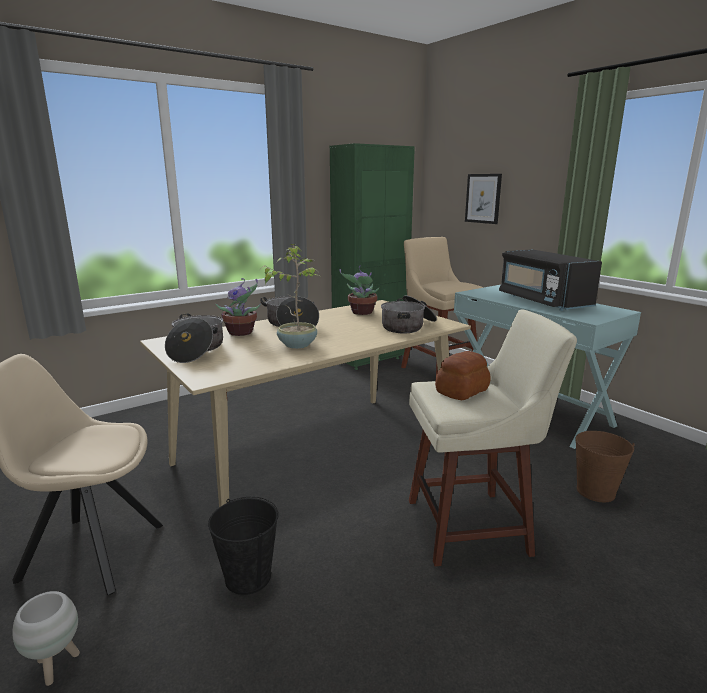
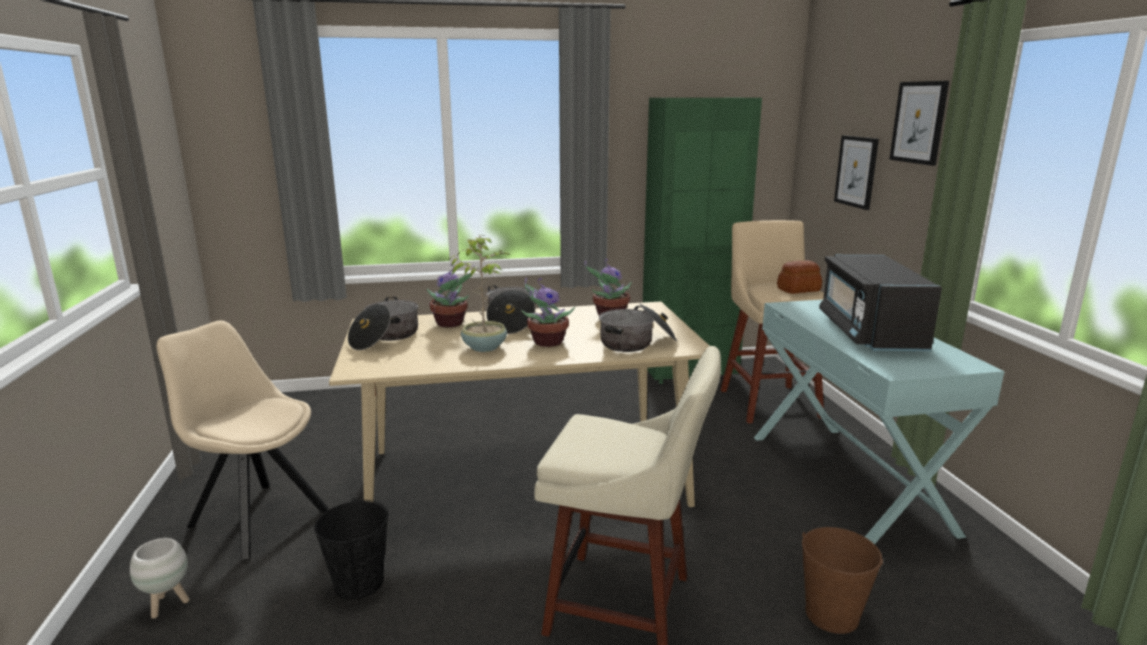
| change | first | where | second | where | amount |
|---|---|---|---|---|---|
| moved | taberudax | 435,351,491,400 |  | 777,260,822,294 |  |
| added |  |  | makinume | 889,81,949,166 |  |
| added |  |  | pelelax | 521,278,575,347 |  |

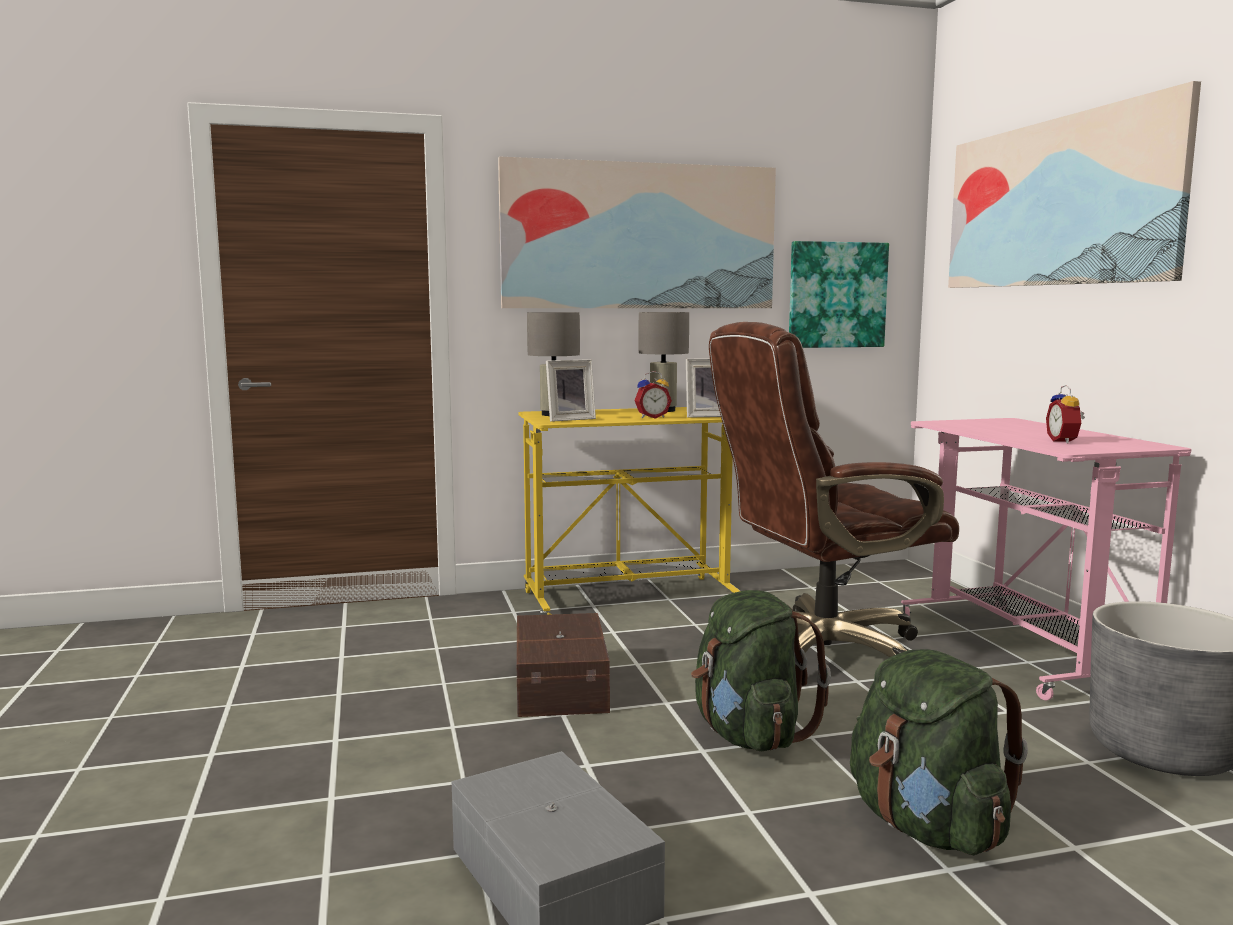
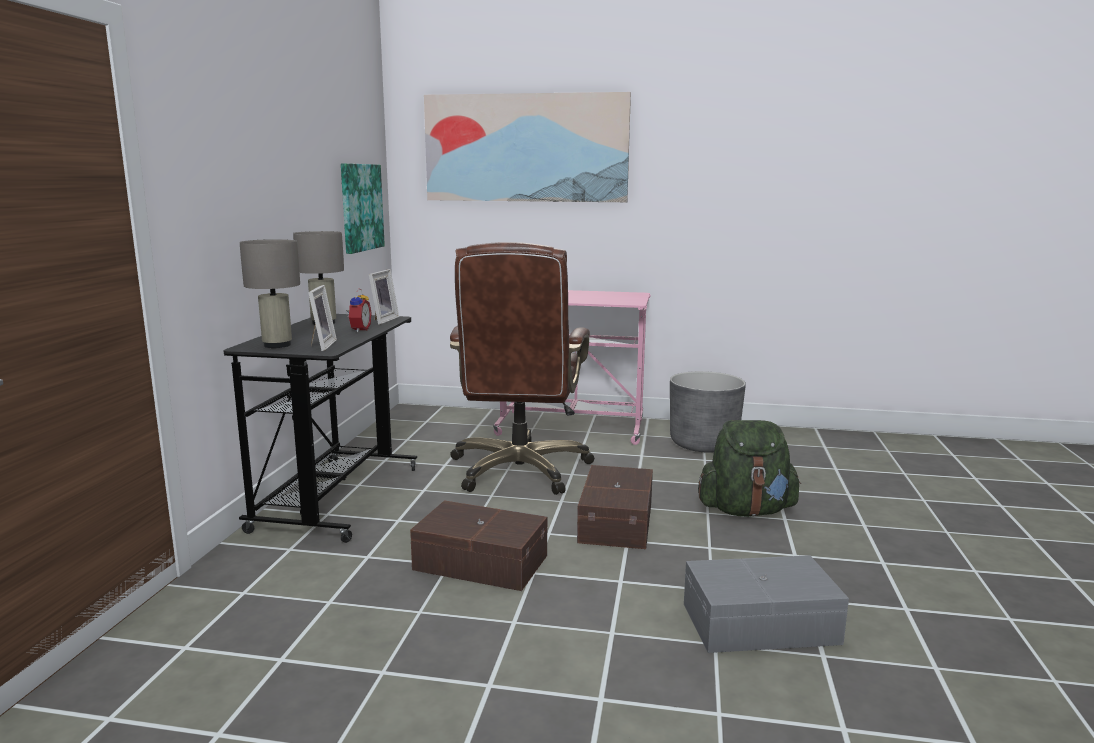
| change | first | where | second | where | amount |
|---|---|---|---|---|---|
| removed | makinume | 498,157,776,308 |  |  |  |
| removed | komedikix | 1046,385,1085,443 |  |  |  |
| recoloured | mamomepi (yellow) | 518,407,740,615 | mamomepi (black) | 223,314,417,543 |  |
| replaced | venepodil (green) | 691,590,831,751 | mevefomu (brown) | 577,465,653,549 |  |

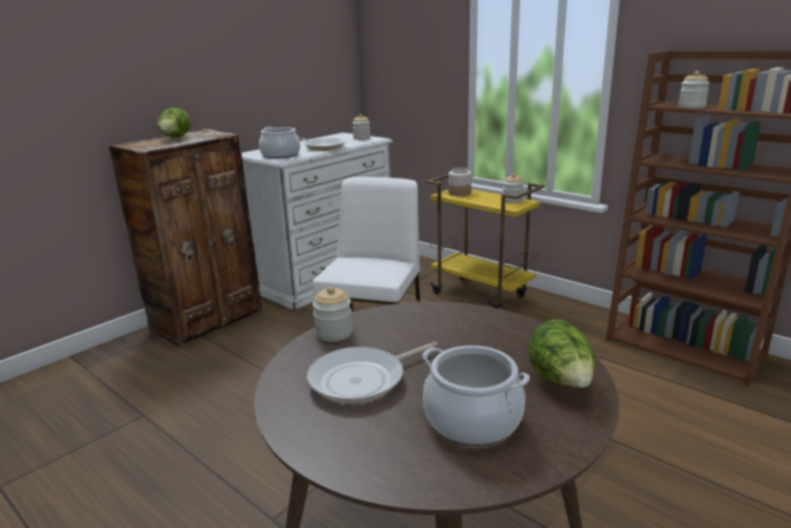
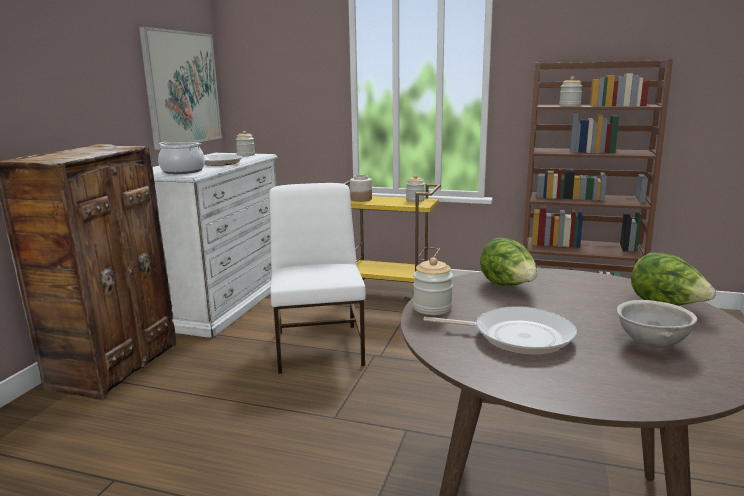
| change | first | where | second | where | amount |
|---|---|---|---|---|---|
| moved | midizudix | 157,107,191,138 |  | 480,238,537,286 |  |
| turned | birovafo | 307,342,437,404 |  | 423,306,577,355 | 105 degrees counterclockwise |
| replaced | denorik | 422,345,530,446 | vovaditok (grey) | 617,300,697,348 |  |
| added |  |  | makinume | 139,27,222,150 |  |

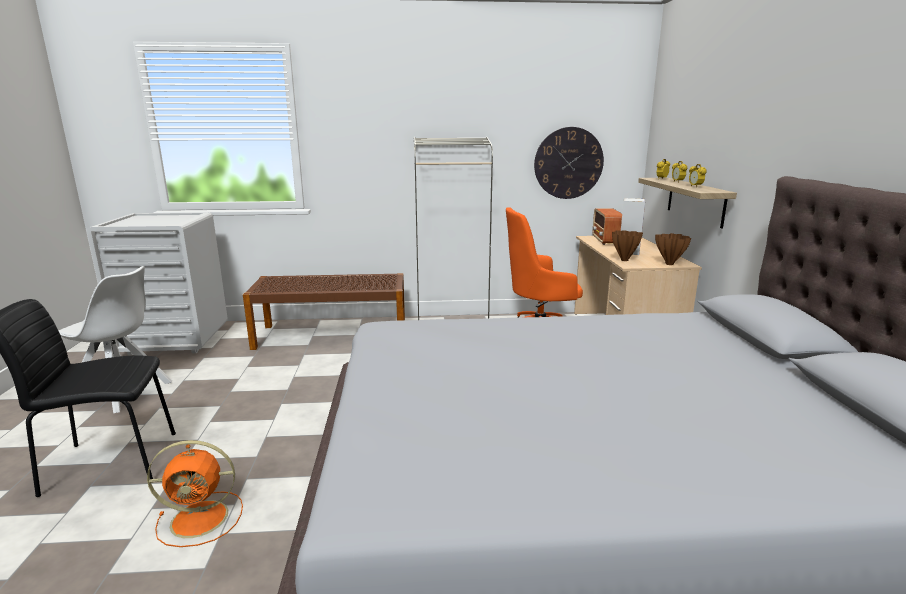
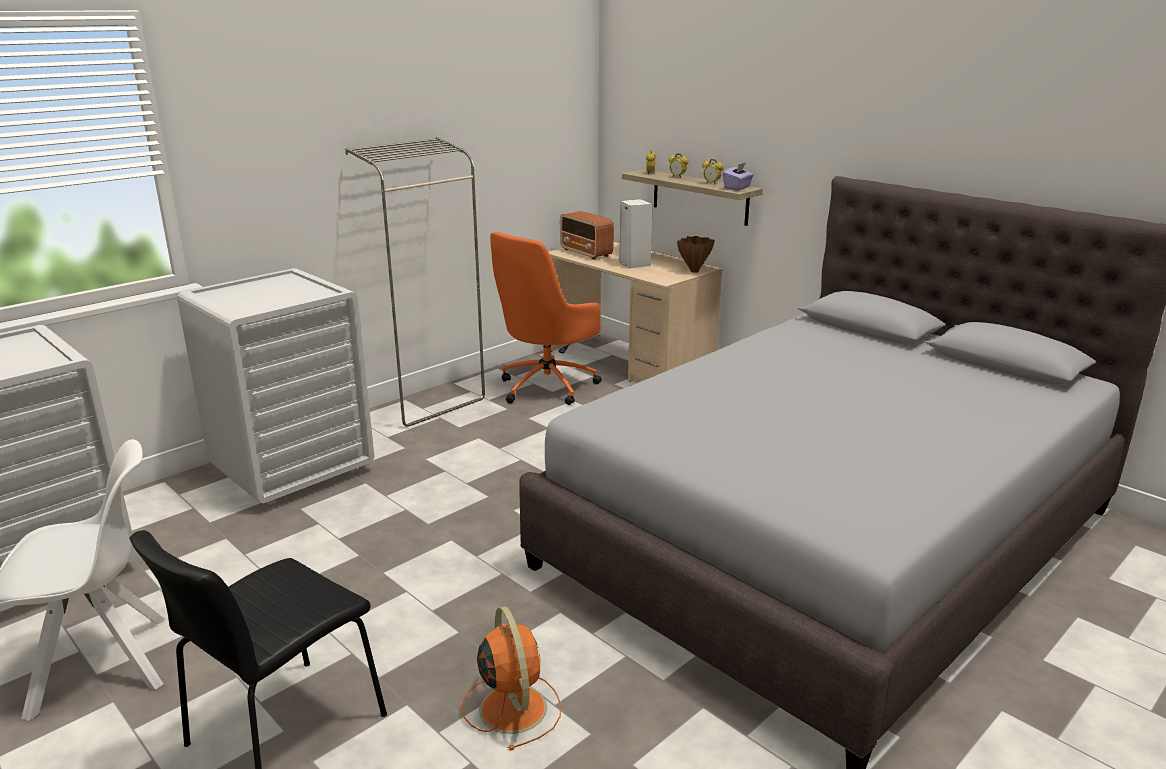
| change | first | where | second | where | amount |
|---|---|---|---|---|---|
| removed | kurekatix | 534,127,604,199 |  |  |  |
| removed | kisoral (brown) | 612,230,643,261 |  |  |  |
| replaced | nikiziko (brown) | 243,273,405,350 | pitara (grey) | 177,268,374,505 |  |
| turned | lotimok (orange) | 147,440,243,547 |  | 461,606,561,751 | 60 degrees counterclockwise |
| added |  |  | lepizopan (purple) | 723,162,754,191 |  |

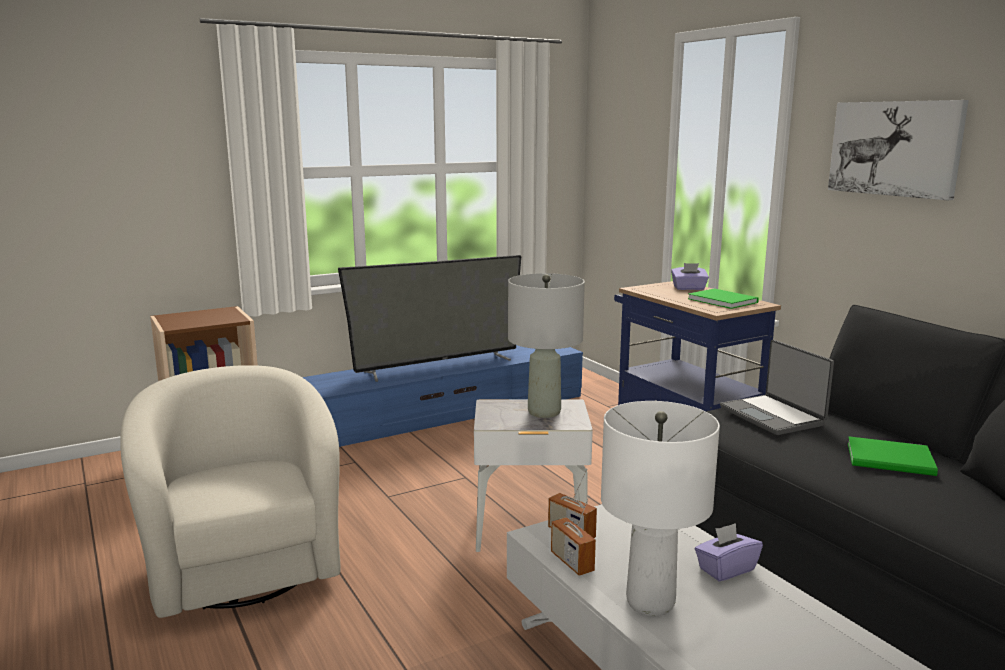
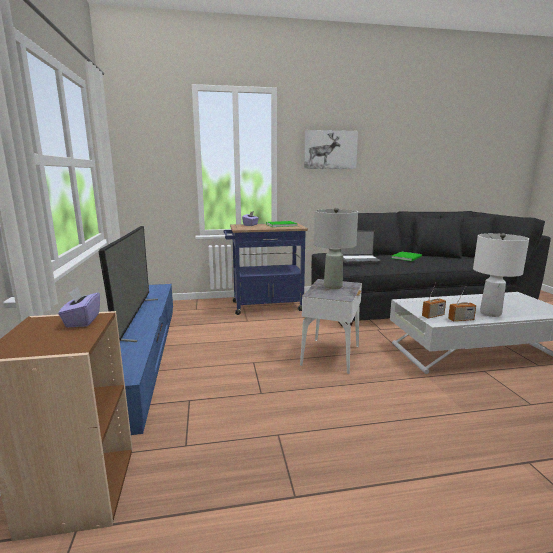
| change | first | where | second | where | amount |
|---|---|---|---|---|---|
| removed | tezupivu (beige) | 120,365,341,618 |  |  |  |
| moved | lepizopan (purple) | 695,523,763,581 |  | 58,287,100,327 |  |

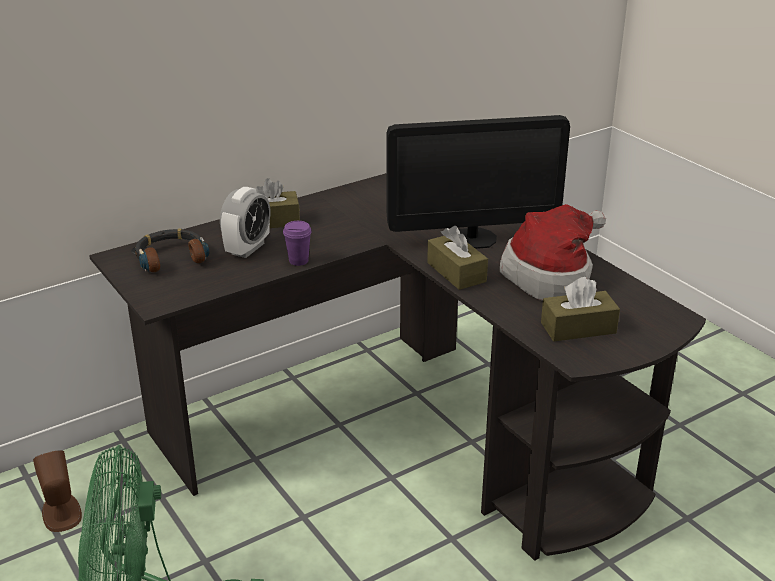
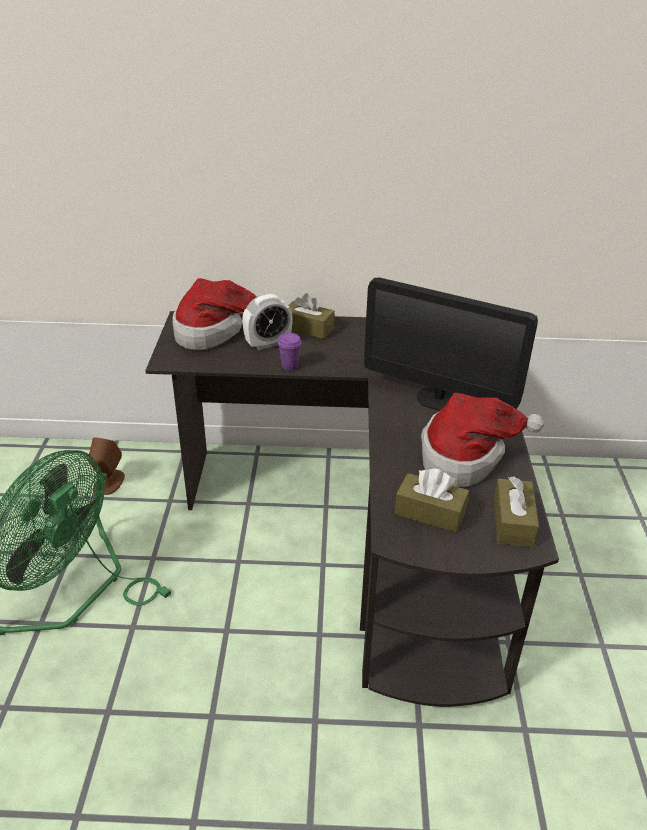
| change | first | where | second | where | amount |
|---|---|---|---|---|---|
| moved | lepizopan (brown) | 427,226,488,290 |  | 494,476,539,547 |  |
| replaced | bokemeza | 135,229,209,272 | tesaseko | 172,278,266,350 |  |

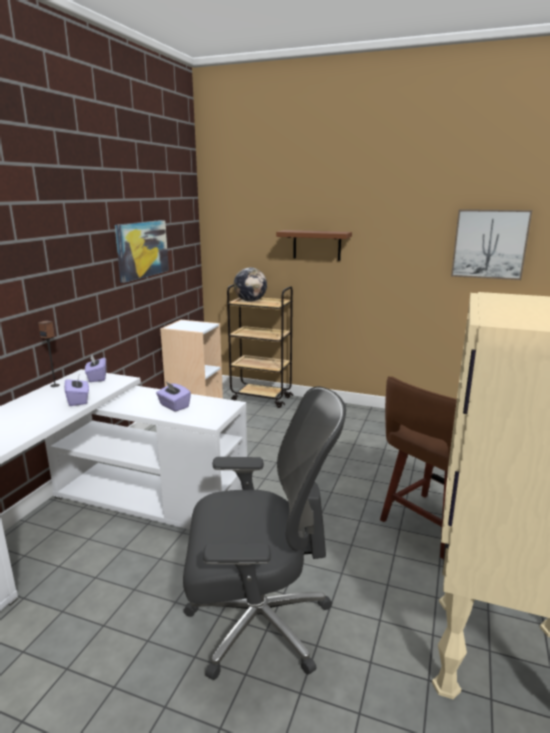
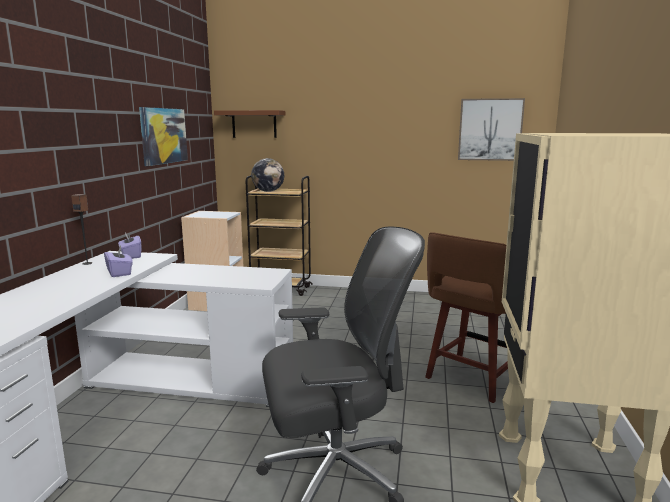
| change | first | where | second | where | amount |
|---|---|---|---|---|---|
| moved | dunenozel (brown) | 276,230,352,261 |  | 214,110,285,138 |  |
| removed | lepizopan (purple) | 156,382,191,412 |  |  |  |

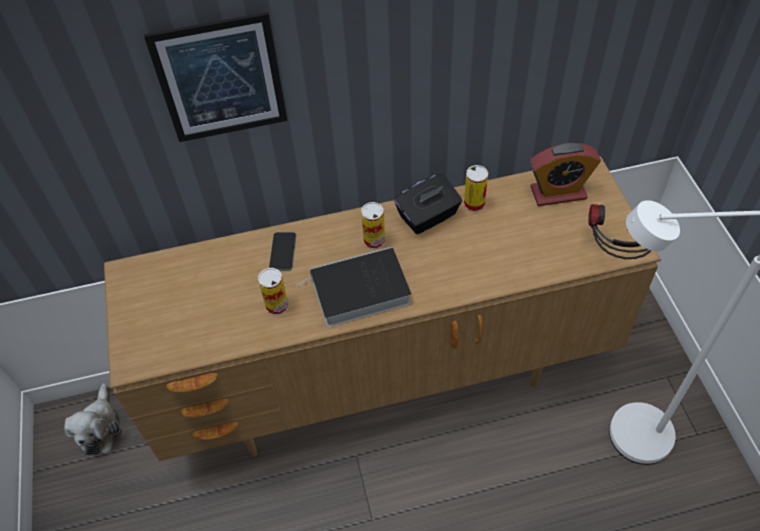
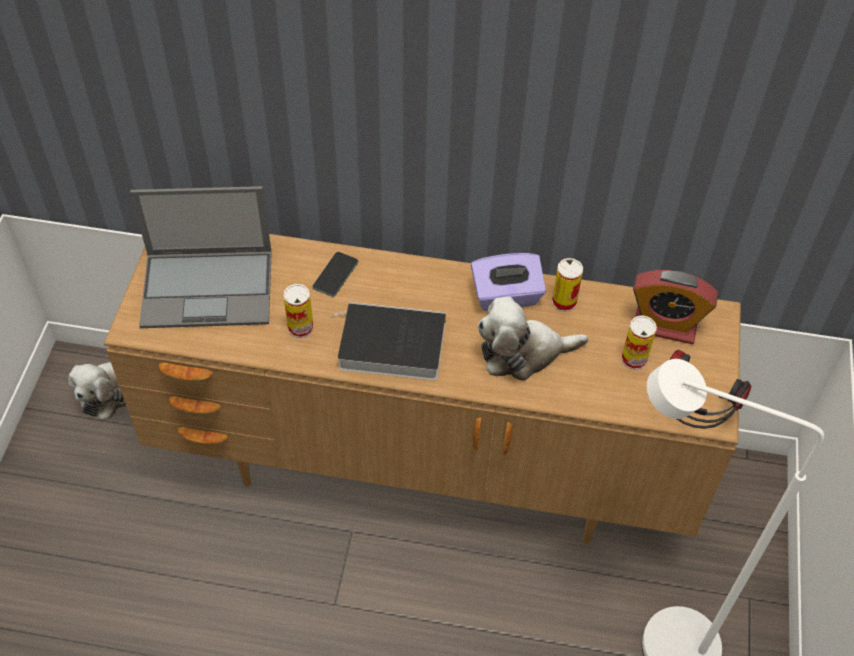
| change | first | where | second | where | amount |
|---|---|---|---|---|---|
| removed | makinume | 144,12,287,142 |  |  |  |
| recoloured | lepizopan (black) | 394,173,462,234 | lepizopan (purple) | 471,253,546,311 |  |
| moved | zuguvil | 361,202,385,250 |  | 621,315,657,370 |  |
| added |  |  | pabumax | 130,186,272,328 |  |
| added |  |  | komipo | 477,297,588,381 |  |

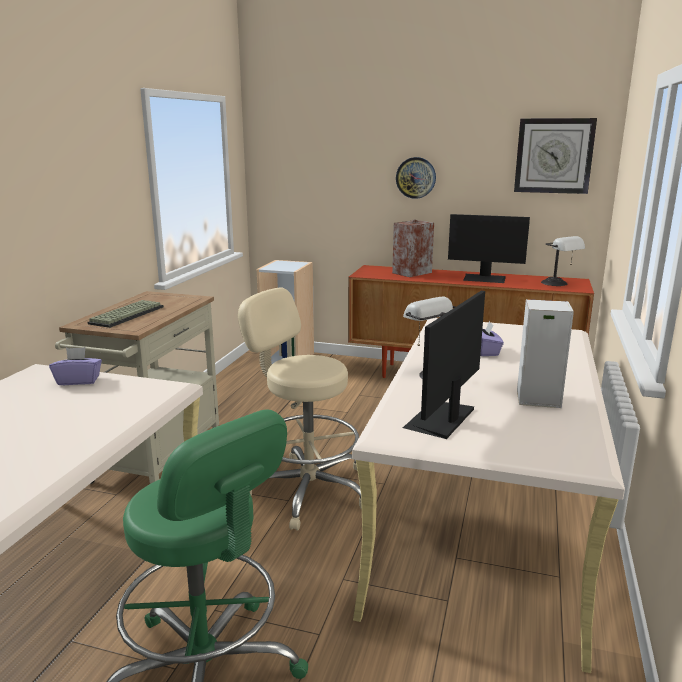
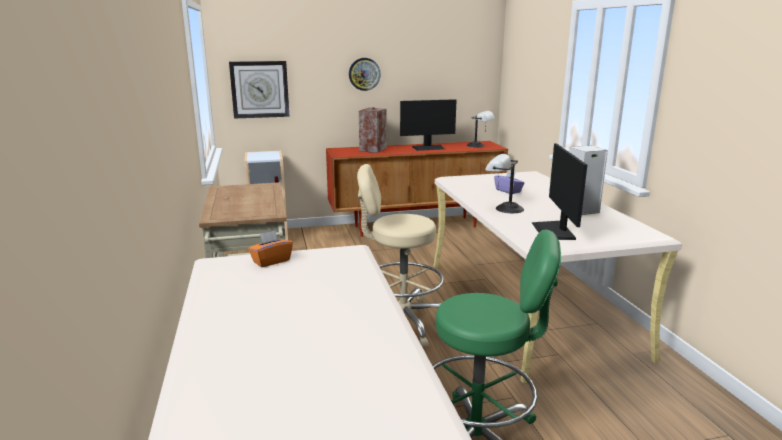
| change | first | where | second | where | amount |
|---|---|---|---|---|---|
| moved | kurekatix | 514,118,597,194 |  | 229,61,289,118 |  |
| removed | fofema | 87,300,164,328 |  |  |  |
| recoloured | lepizopan (purple) | 49,347,102,385 | lepizopan (orange) | 248,230,293,268 |  |

